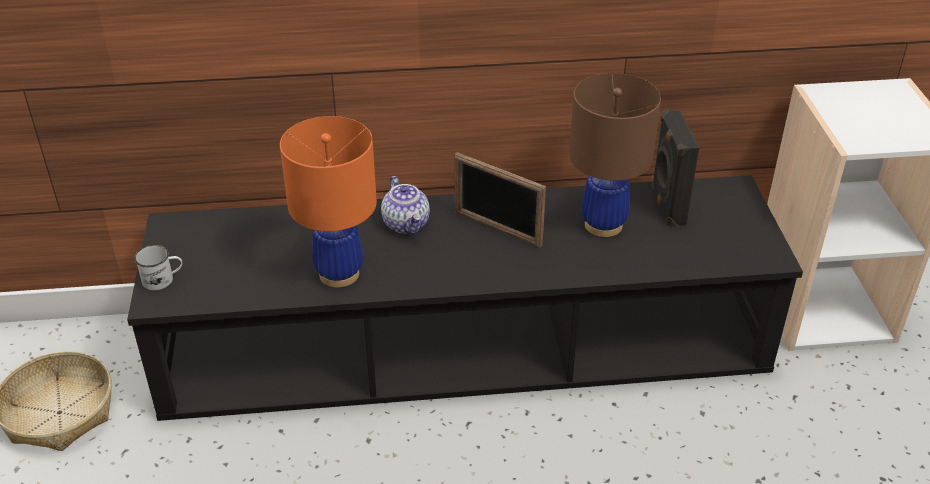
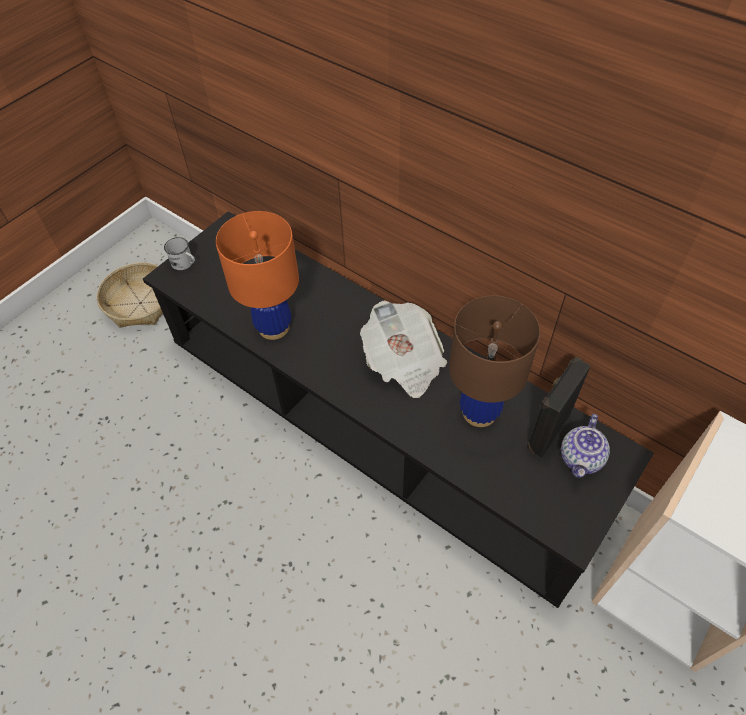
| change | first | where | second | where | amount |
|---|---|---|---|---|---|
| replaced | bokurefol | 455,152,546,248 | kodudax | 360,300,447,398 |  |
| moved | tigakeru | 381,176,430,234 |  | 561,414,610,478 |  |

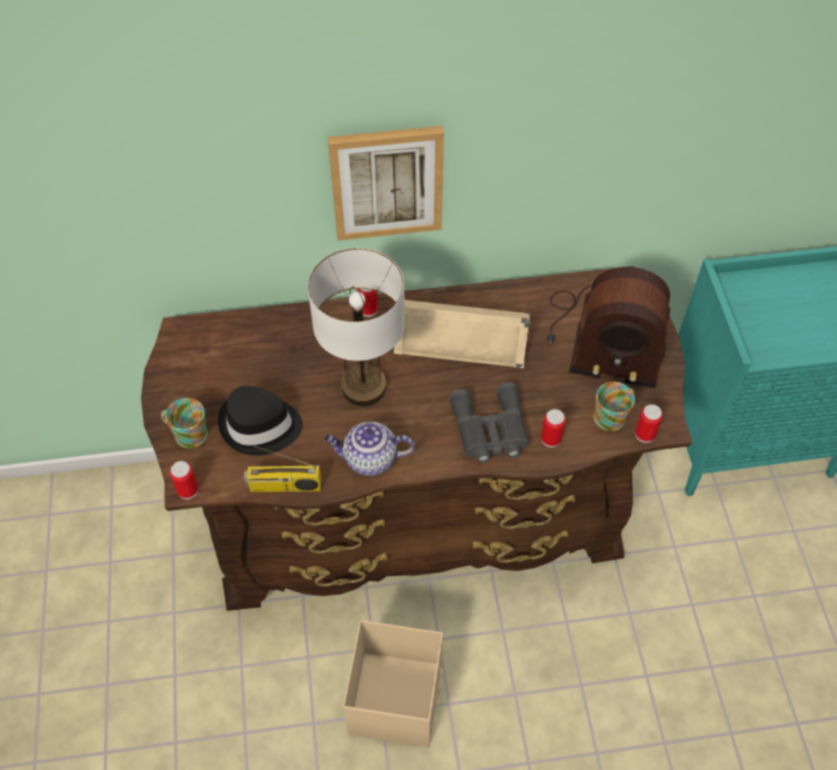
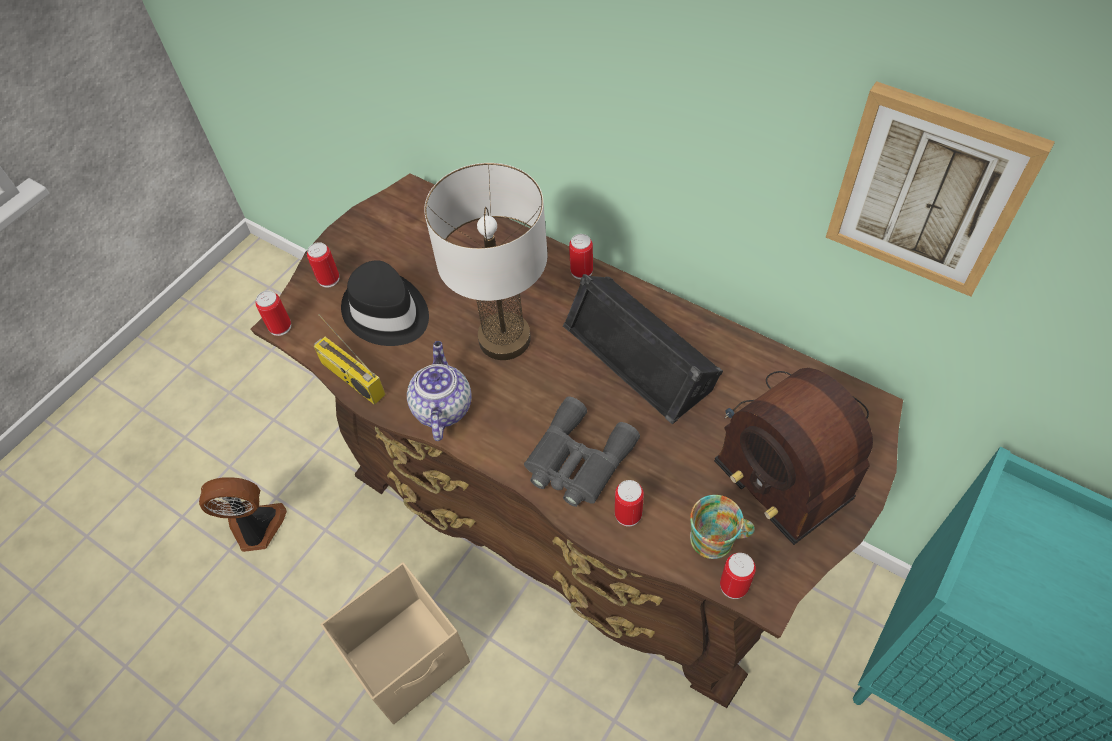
| change | first | where | second | where | amount |
|---|---|---|---|---|---|
| moved | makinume | 328,126,444,241 |  | 826,81,1055,297 |  |
| recoloured | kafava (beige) | 394,299,530,368 | kafava (black) | 563,274,723,424 |  |
| replaced | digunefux | 161,398,208,448 | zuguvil | 307,242,339,288 |  |
| turned | tigakeru | 324,421,415,476 |  | 407,341,472,441 | 45 degrees clockwise |
| added |  |  | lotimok | 199,477,287,552 |  |

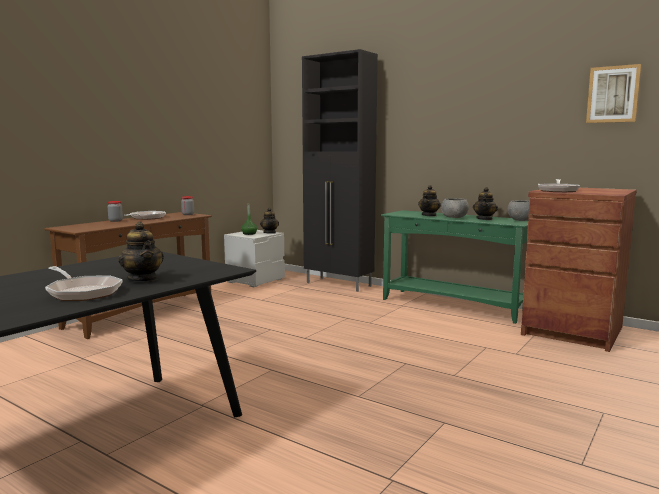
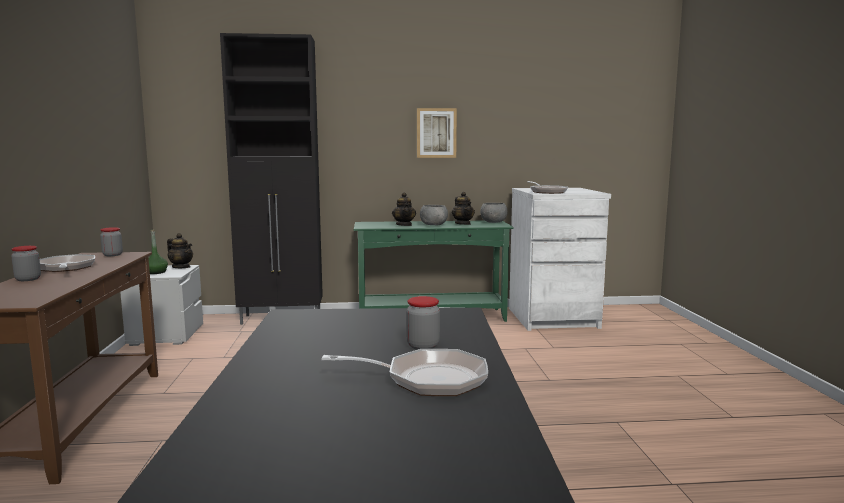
| change | first | where | second | where | amount |
|---|---|---|---|---|---|
| moved | makinume | 586,64,642,123 |  | 417,108,457,158 |  |
| recoloured | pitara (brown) | 521,188,637,352 | pitara (white) | 509,188,611,331 |  |
| replaced | tigakeru | 118,222,164,282 | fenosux | 406,296,440,350 |  |

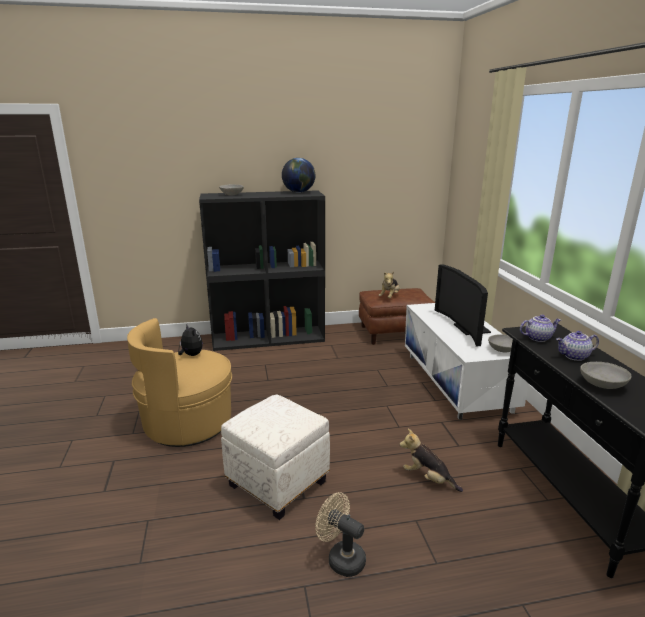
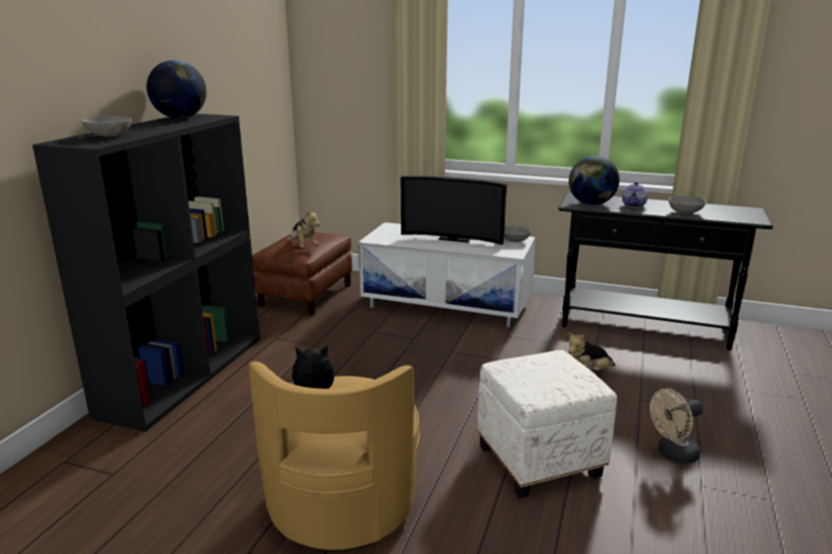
| change | first | where | second | where | amount |
|---|---|---|---|---|---|
| replaced | tigakeru | 520,315,561,342 | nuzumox | 569,156,620,205 |  |

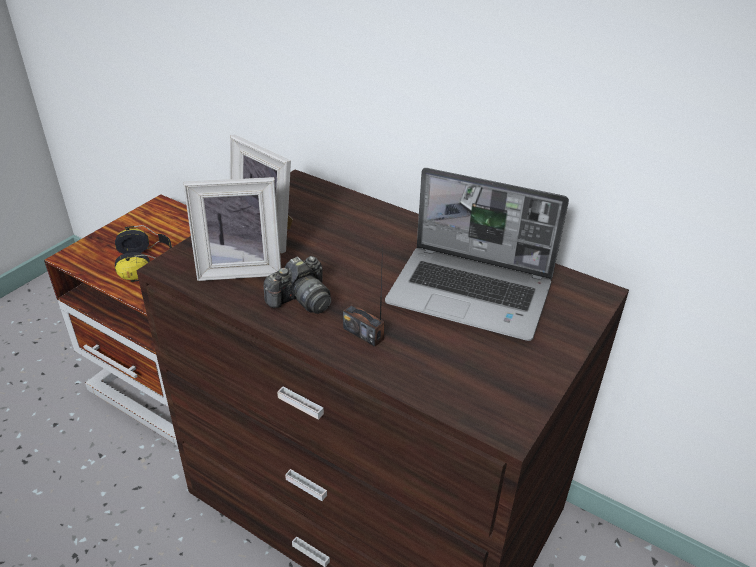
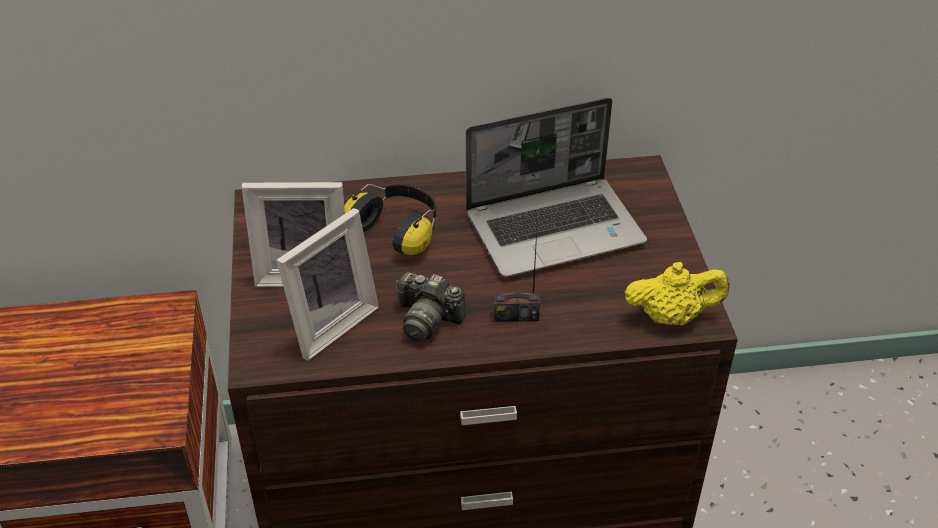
| change | first | where | second | where | amount |
|---|---|---|---|---|---|
| moved | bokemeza | 115,225,172,282 |  | 344,184,436,256 |  |
| turned | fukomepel | 264,256,331,314 |  | 396,272,466,342 | 105 degrees clockwise |
| added |  |  | tigakeru (yellow) | 625,262,729,325 |  |

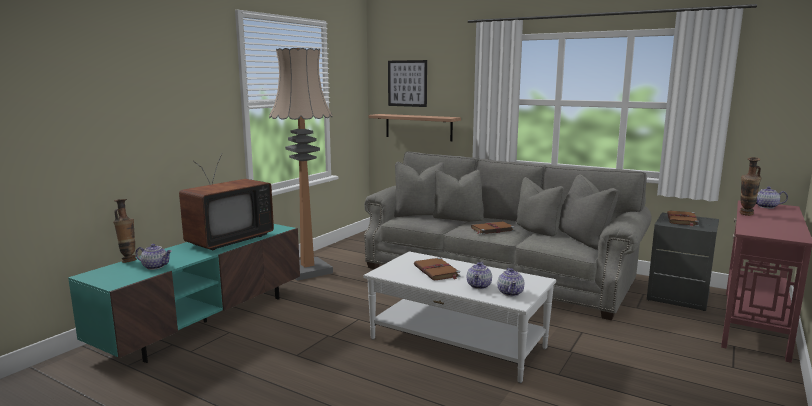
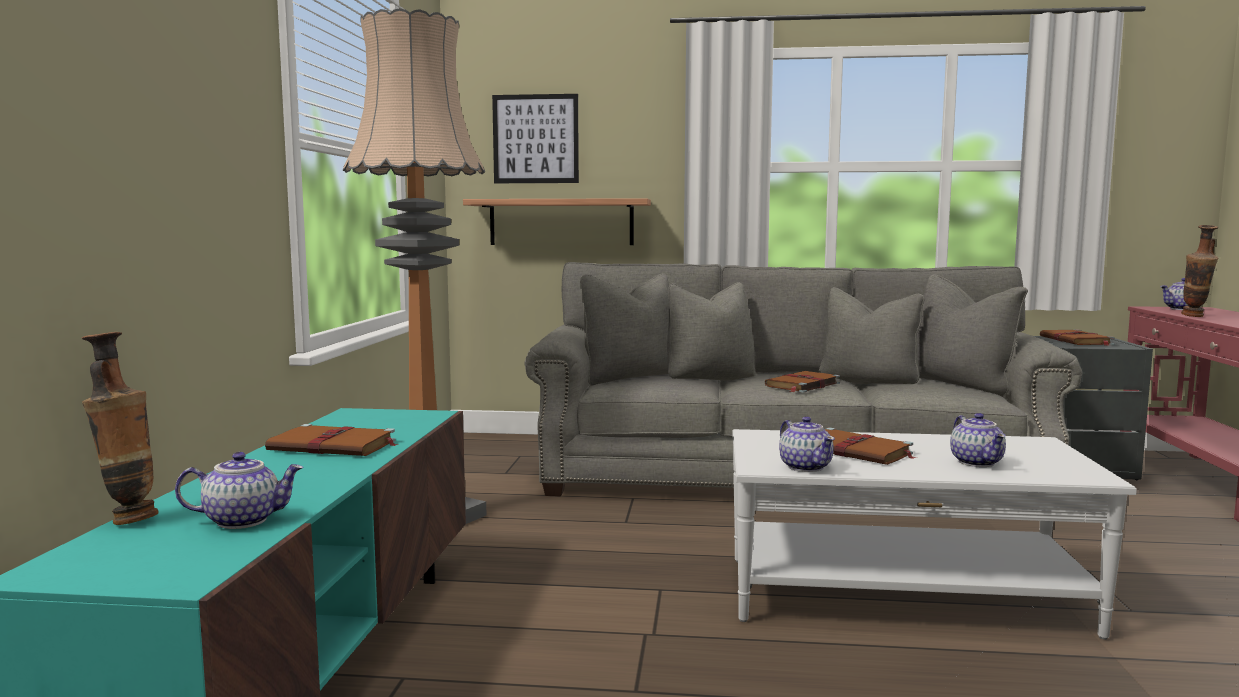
| change | first | where | second | where | amount |
|---|---|---|---|---|---|
| replaced | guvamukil | 179,154,274,250 | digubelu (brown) | 265,424,398,456 |  |
| moved | tigakeru | 497,268,524,296 |  | 779,416,835,472 |  |

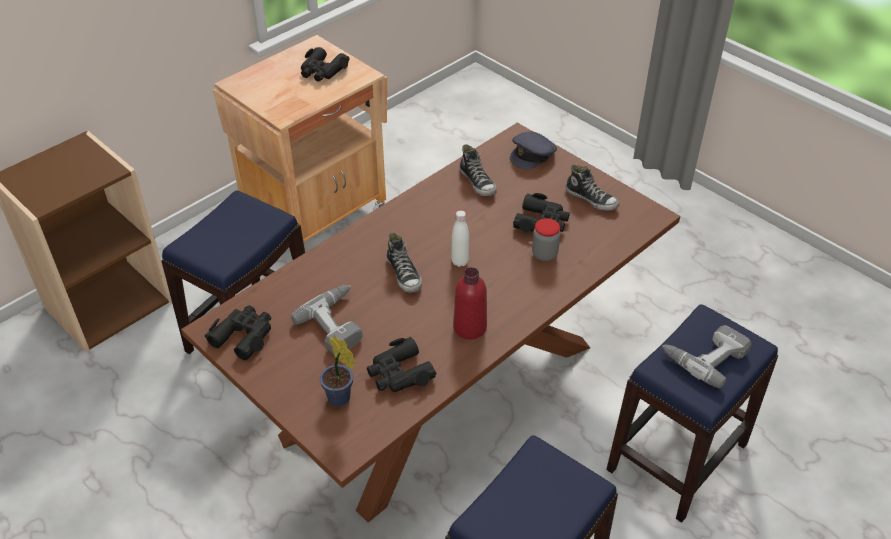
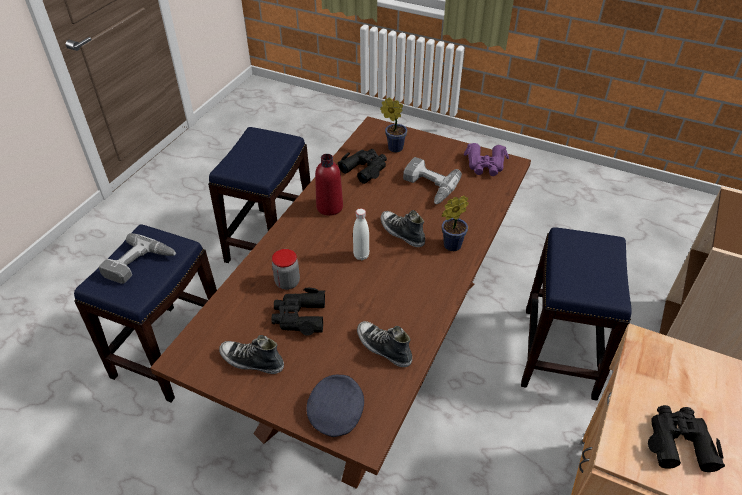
| change | first | where | second | where | amount |
|---|---|---|---|---|---|
| recoloured | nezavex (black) | 204,305,271,360 | nezavex (purple) | 464,143,509,176 |  |
| added |  |  | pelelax | 442,196,469,251 |  |

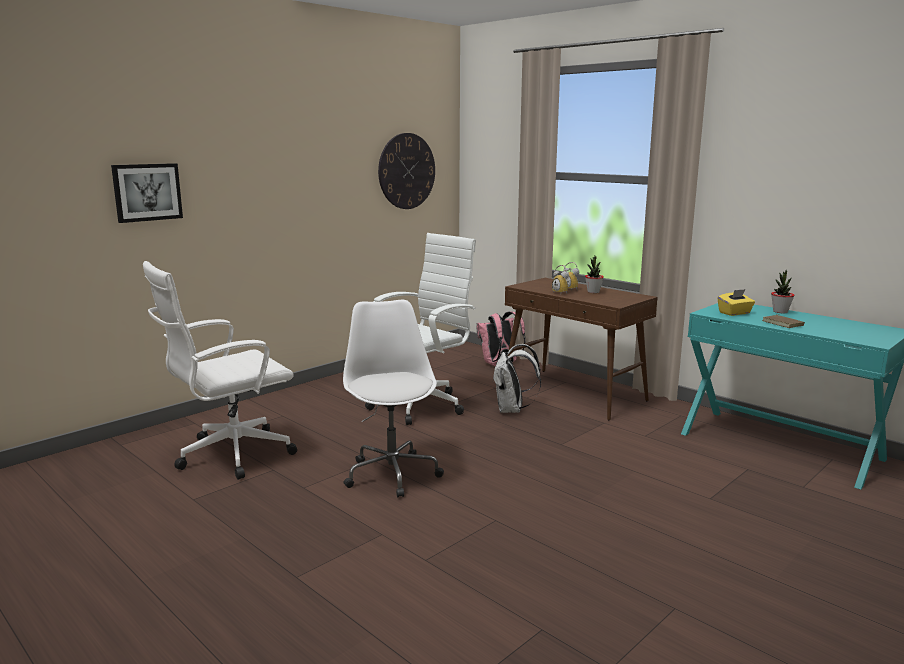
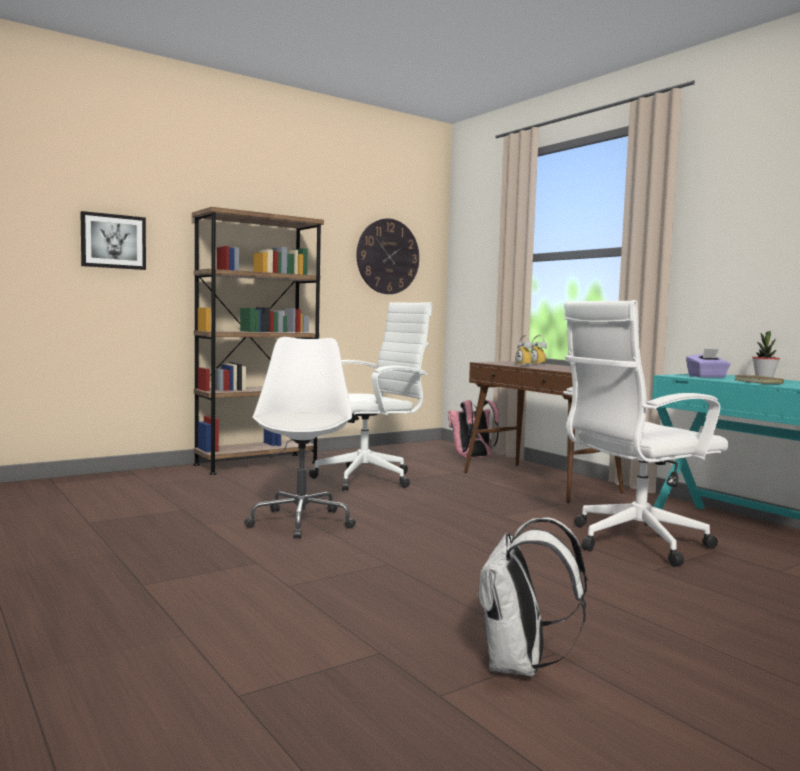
| change | first | where | second | where | amount |
|---|---|---|---|---|---|
| removed | pelelax | 585,256,604,293 |  |  |  |
| moved | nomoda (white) | 143,261,297,480 |  | 563,300,729,567 |  |
| recoloured | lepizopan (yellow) | 718,289,755,316 | lepizopan (purple) | 686,349,731,378 |  |
| moved | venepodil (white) | 492,344,541,413 |  | 477,517,587,677 |  |
| added |  |  | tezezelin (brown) | 192,207,324,475 |  |

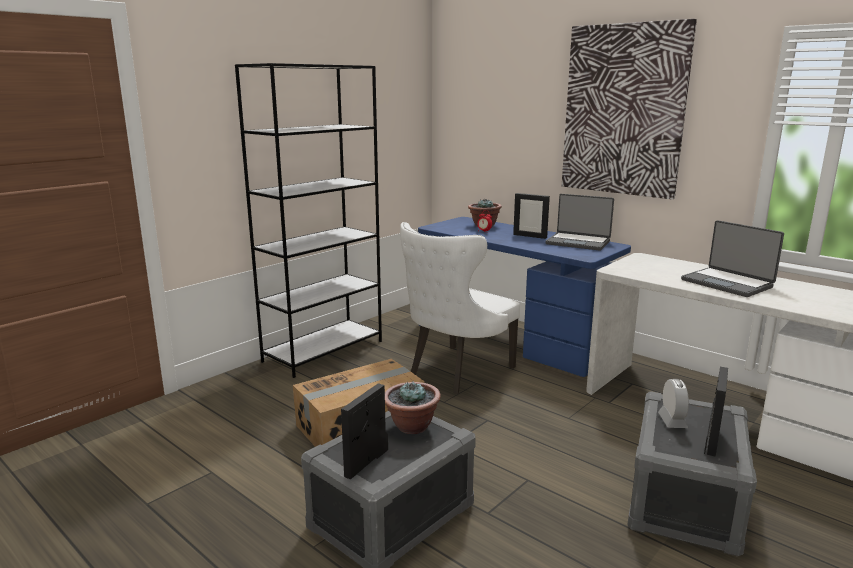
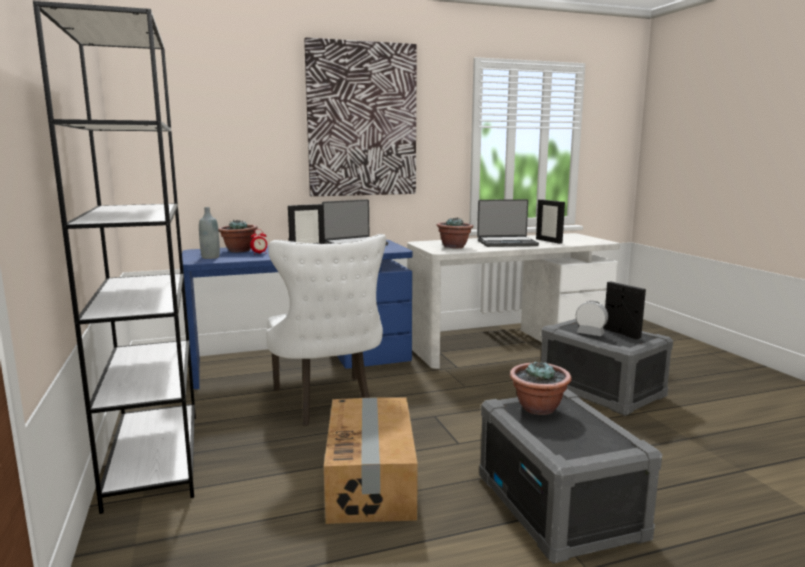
| change | first | where | second | where | amount |
|---|---|---|---|---|---|
| moved | bokurefol | 341,383,388,479 |  | 536,199,565,244 |  |
| added |  |  | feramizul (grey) | 199,207,220,259 |  |
| added |  |  | pelelax | 437,218,474,248 |  |

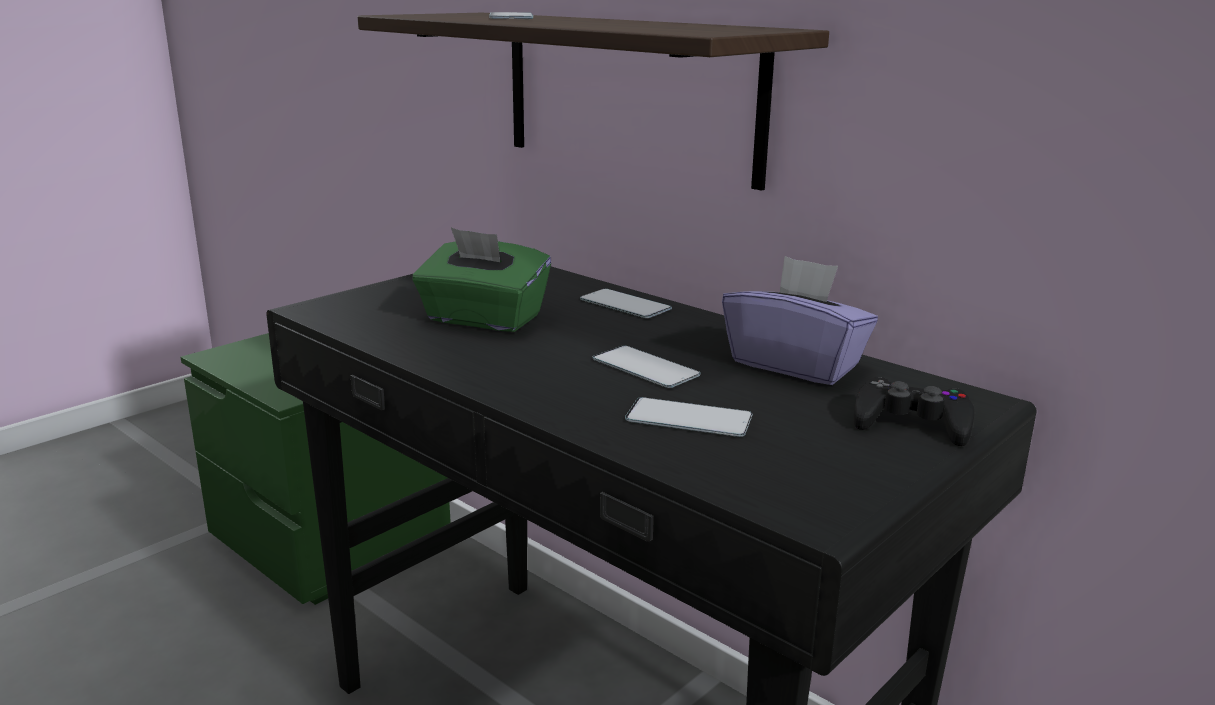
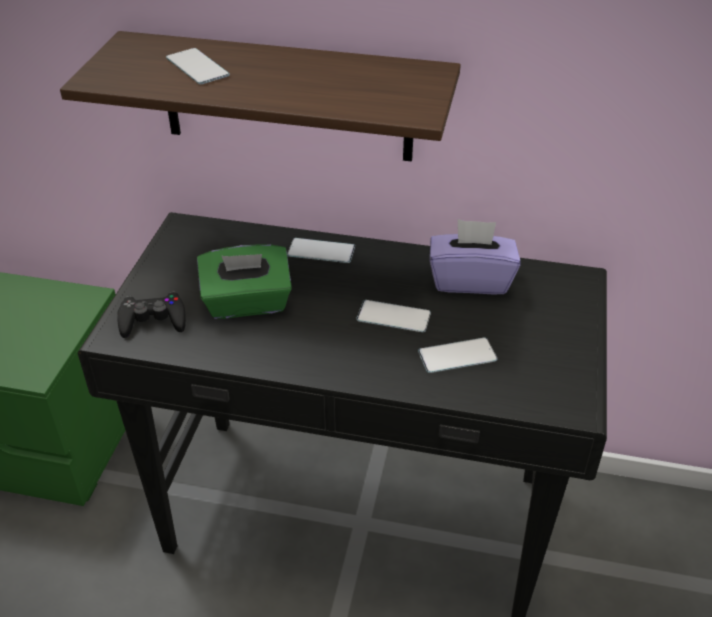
| change | first | where | second | where | amount |
|---|---|---|---|---|---|
| moved | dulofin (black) | 854,377,974,446 |  | 117,291,186,338 |  |

